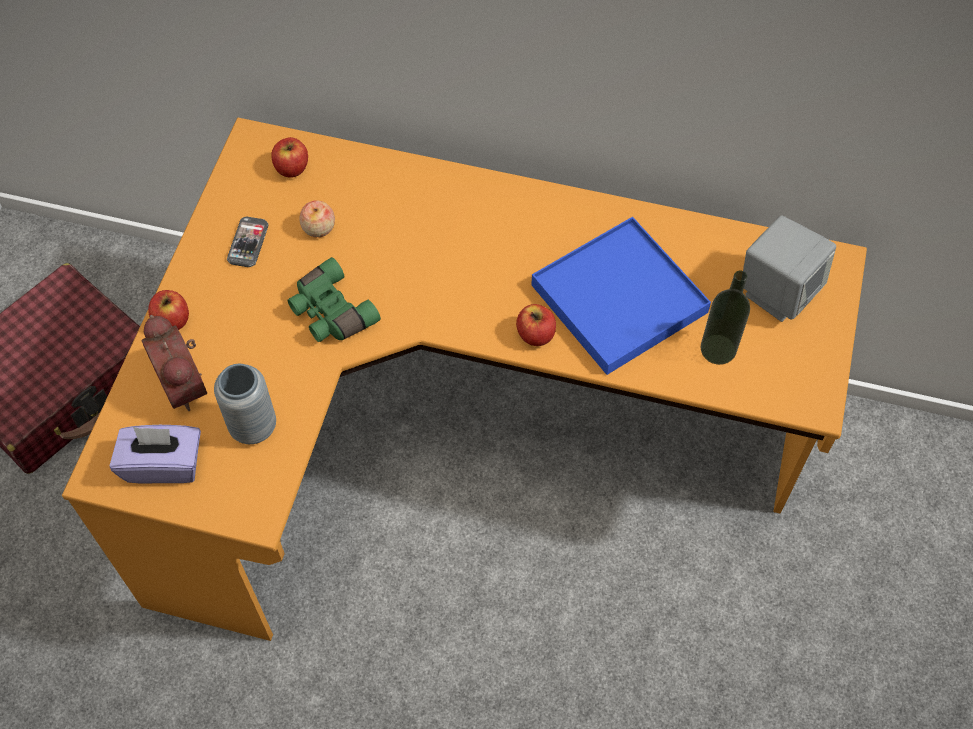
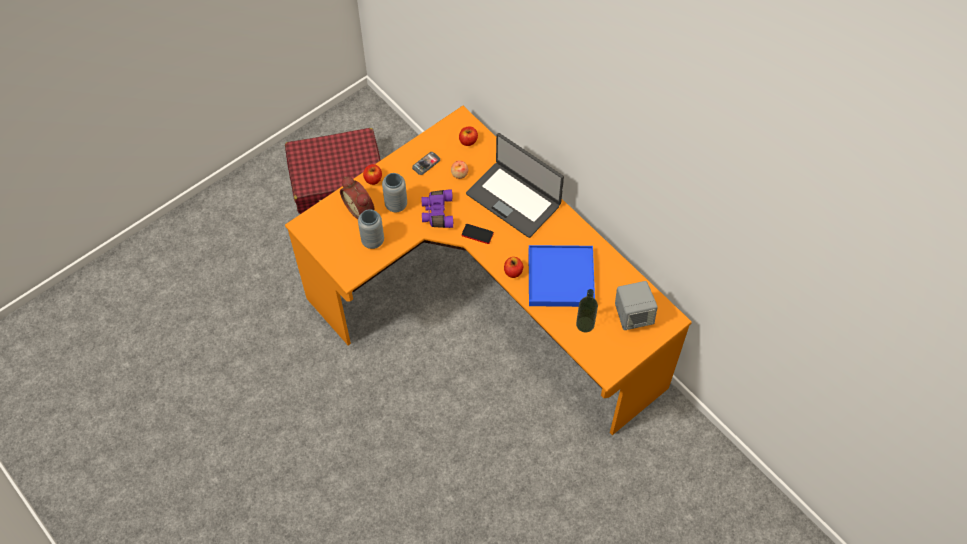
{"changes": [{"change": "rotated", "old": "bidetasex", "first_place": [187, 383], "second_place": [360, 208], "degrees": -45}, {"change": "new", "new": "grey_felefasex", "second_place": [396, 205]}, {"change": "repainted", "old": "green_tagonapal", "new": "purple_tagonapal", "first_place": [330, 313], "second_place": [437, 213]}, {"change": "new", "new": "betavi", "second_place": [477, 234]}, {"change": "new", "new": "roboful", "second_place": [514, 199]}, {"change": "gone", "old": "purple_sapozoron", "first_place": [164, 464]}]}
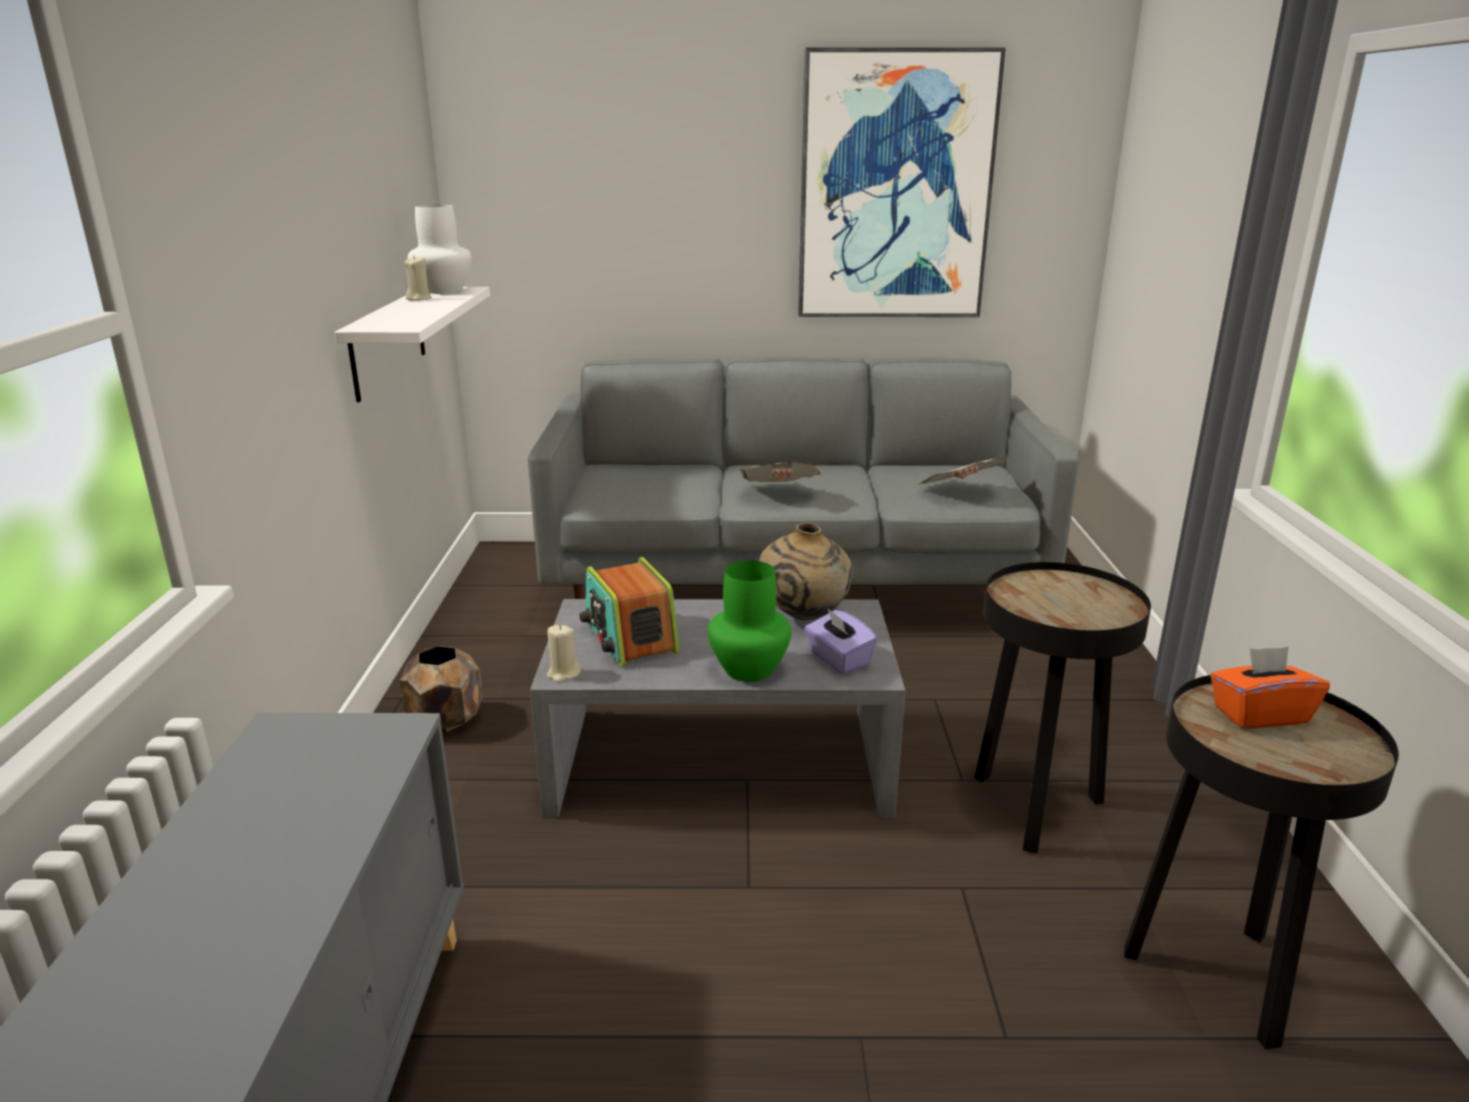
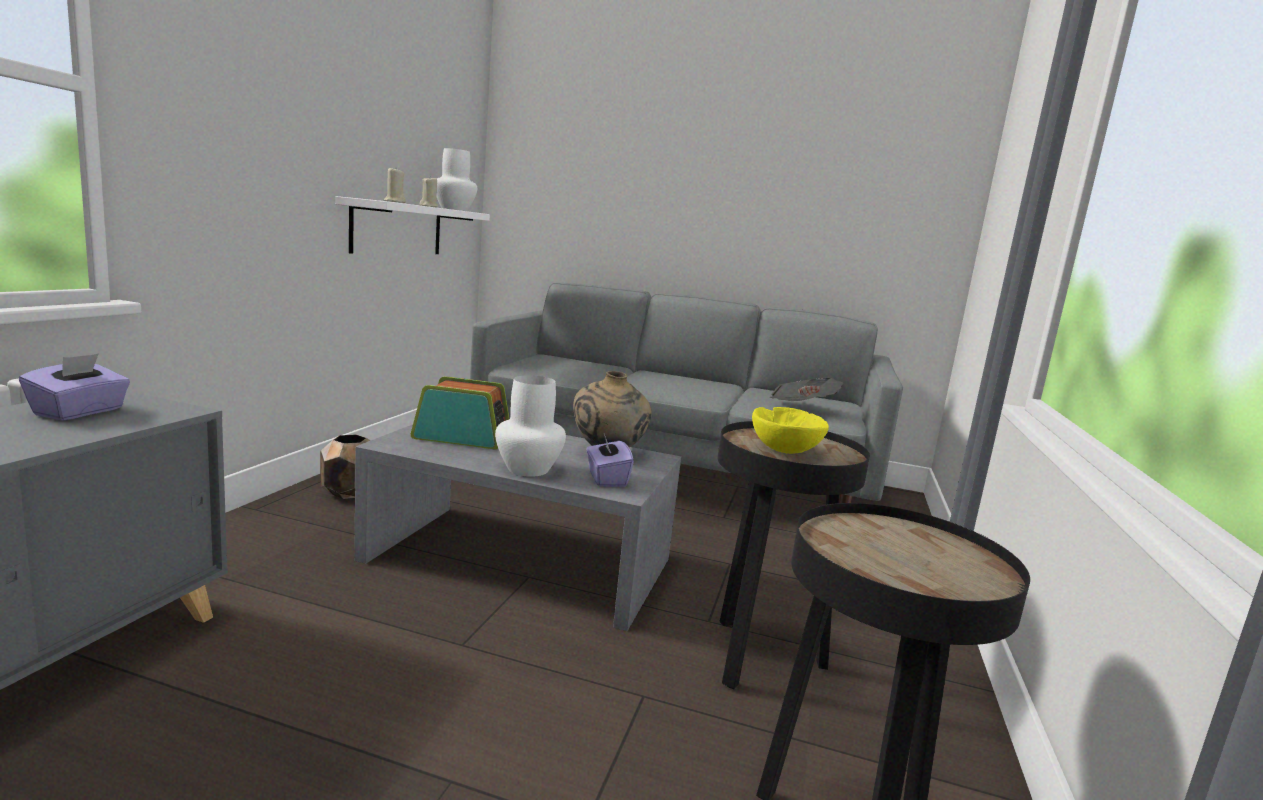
{"changes": [{"change": "new", "new": "purple_sapozoron", "second_place": [80, 412]}, {"change": "shifted", "old": "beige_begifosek", "first_place": [563, 673], "second_place": [394, 202]}, {"change": "rotated", "old": "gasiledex", "first_place": [629, 637], "second_place": [462, 437], "degrees": 105}, {"change": "repainted", "old": "green_felefasex", "new": "white_felefasex", "first_place": [749, 670], "second_place": [528, 470]}, {"change": "new", "new": "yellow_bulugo", "second_place": [784, 450]}, {"change": "gone", "old": "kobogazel", "first_place": [779, 494]}, {"change": "gone", "old": "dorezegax", "first_place": [894, 188]}, {"change": "gone", "old": "orange_sapozoron", "first_place": [1259, 714]}]}
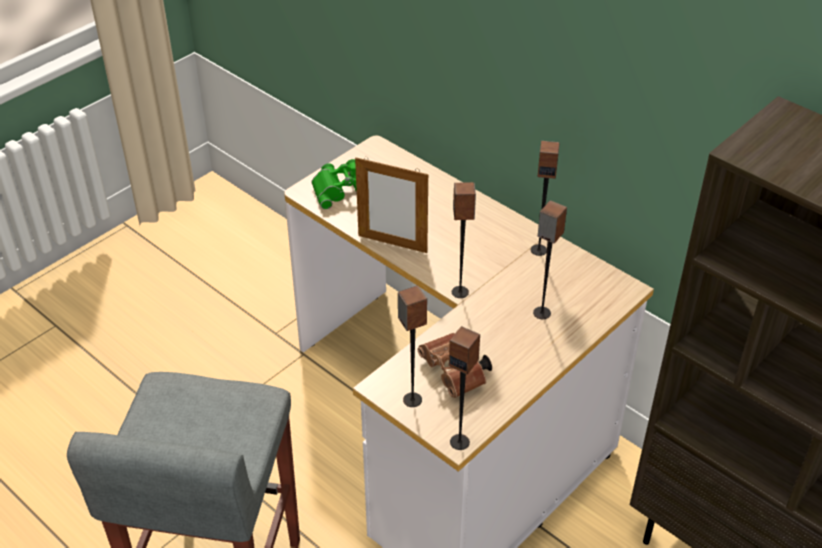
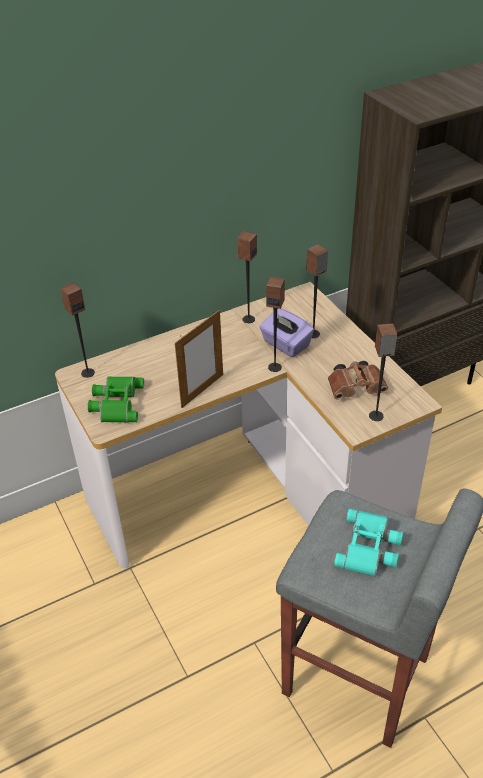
{"changes": [{"change": "shifted", "old": "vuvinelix", "first_place": [460, 442], "second_place": [87, 373]}, {"change": "new", "new": "purple_sapozoron", "second_place": [285, 344]}, {"change": "new", "new": "turquoise_tagonapal", "second_place": [370, 548]}]}
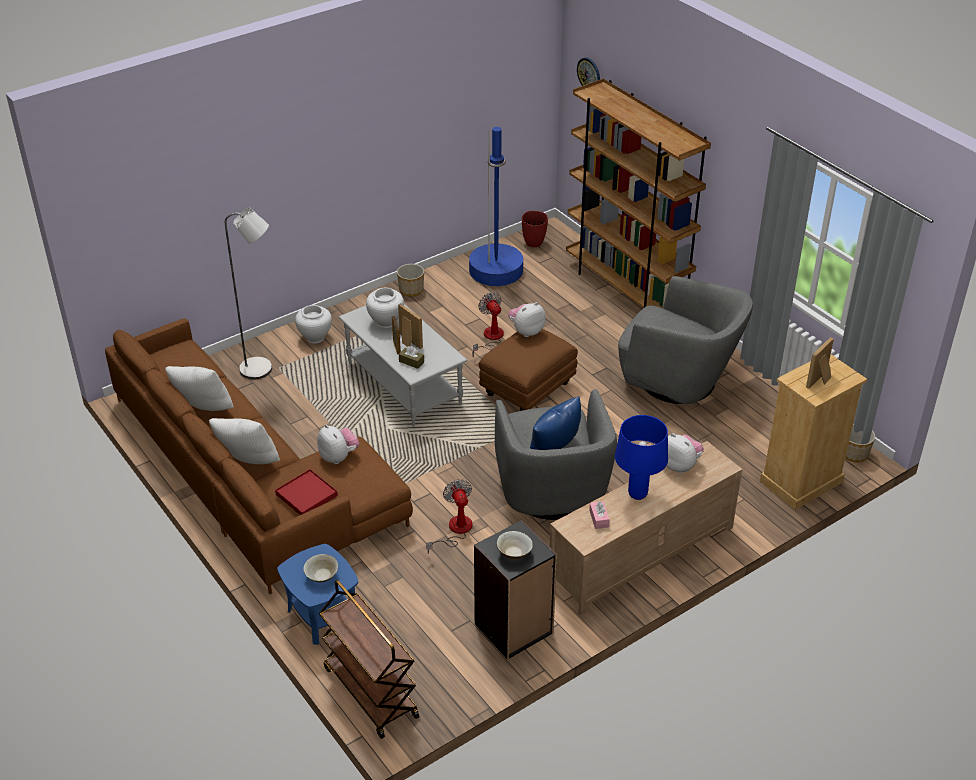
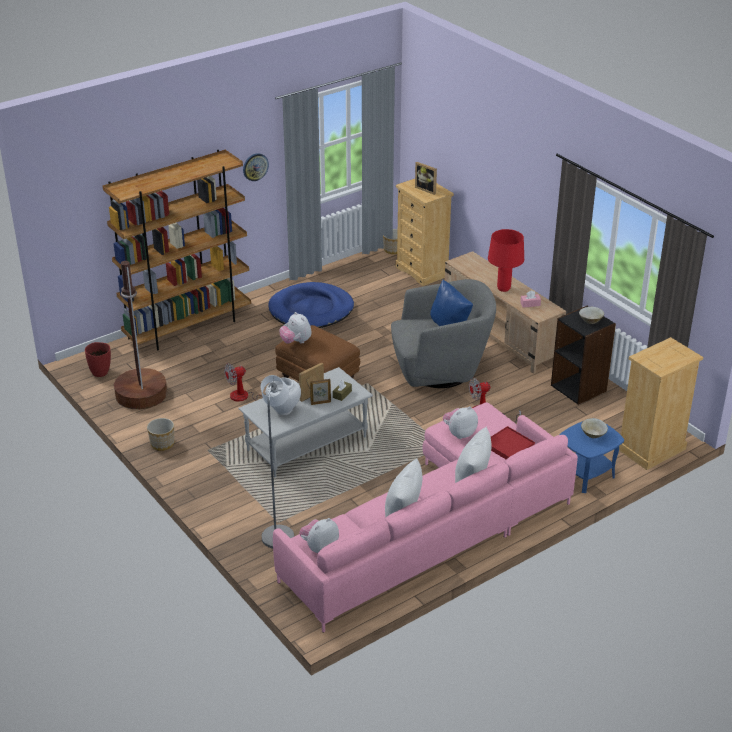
{"changes": [{"change": "repainted", "old": "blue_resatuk", "new": "brown_resatuk", "first_place": [496, 270], "second_place": [141, 394]}, {"change": "shifted", "old": "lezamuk", "first_place": [589, 74], "second_place": [255, 167]}, {"change": "swapped", "old": "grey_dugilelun", "new": "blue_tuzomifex", "first_place": [679, 381], "second_place": [311, 310]}, {"change": "repainted", "old": "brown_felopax", "new": "pink_felopax", "first_place": [250, 478], "second_place": [435, 527]}, {"change": "shifted", "old": "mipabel", "first_place": [680, 465], "second_place": [319, 547]}, {"change": "repainted", "old": "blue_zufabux", "new": "red_zufabux", "first_place": [637, 494], "second_place": [504, 289]}, {"change": "swapped", "old": "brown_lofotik", "new": "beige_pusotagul", "first_place": [370, 692], "second_place": [651, 449]}, {"change": "gone", "old": "white_felefasex", "first_place": [315, 338]}]}
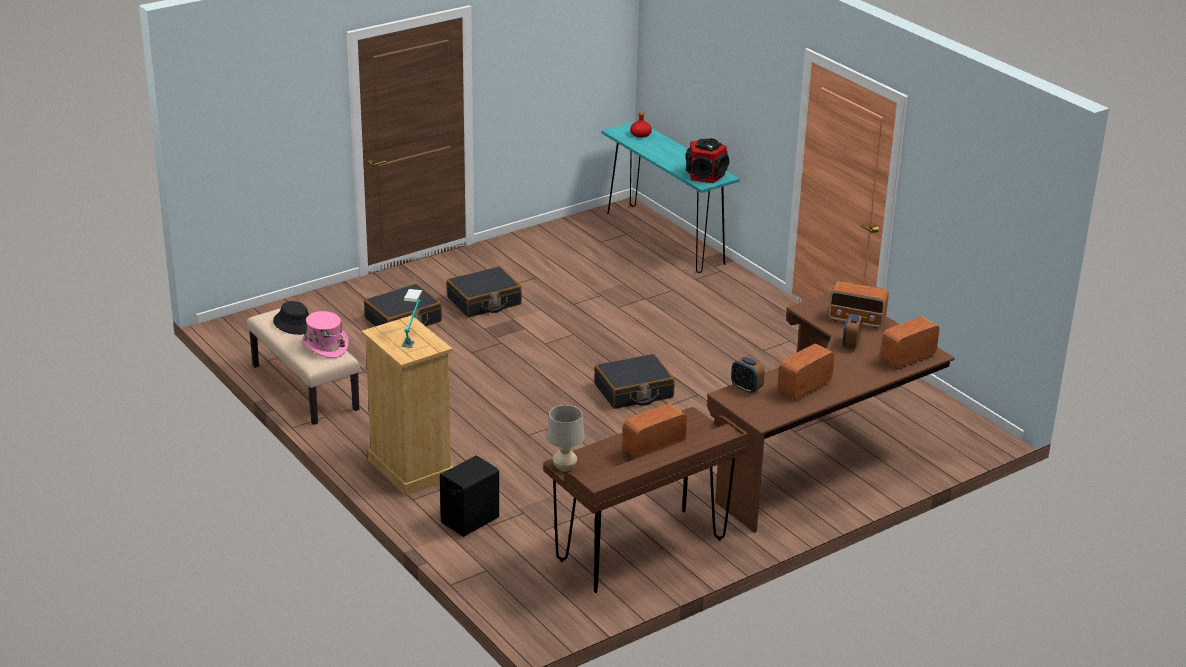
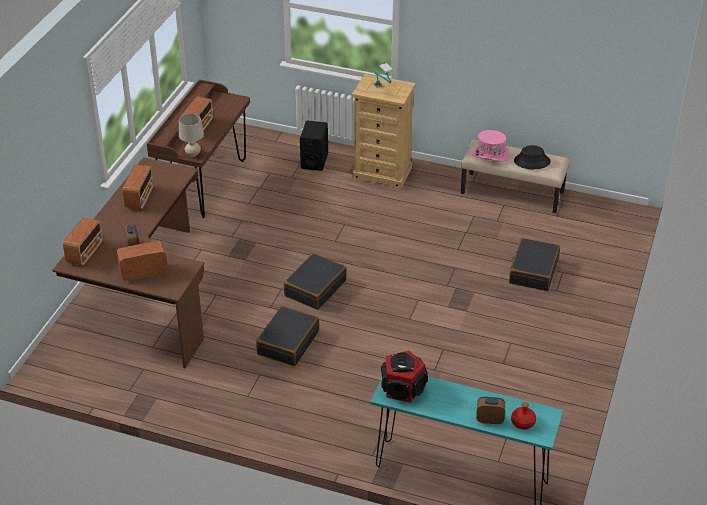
{"changes": [{"change": "shifted", "old": "beige_zufabux", "first_place": [564, 467], "second_place": [193, 154]}, {"change": "shifted", "old": "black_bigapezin", "first_place": [484, 302], "second_place": [287, 343]}, {"change": "shifted", "old": "bidetasex", "first_place": [746, 388], "second_place": [489, 419]}]}
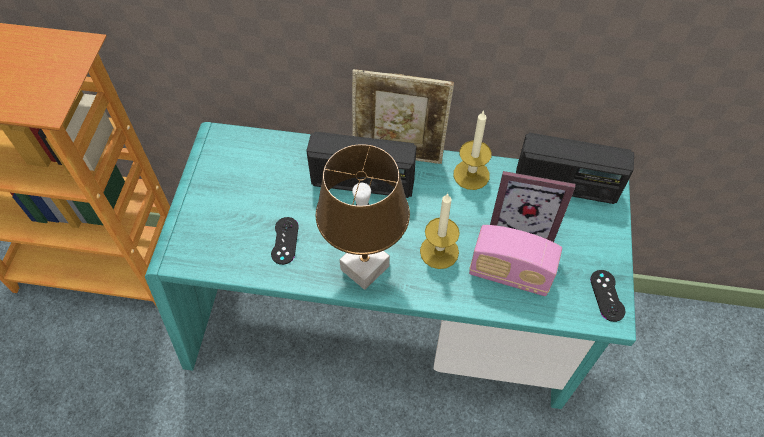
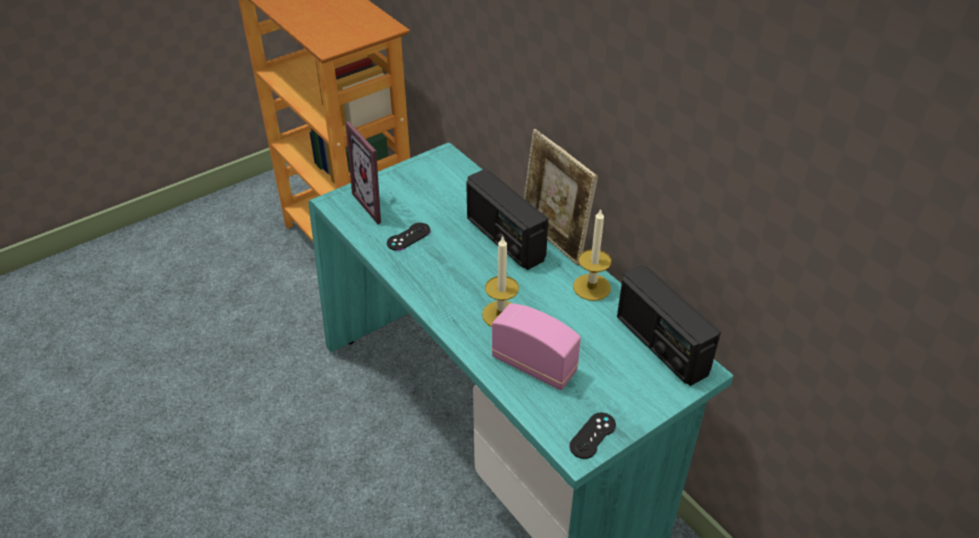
{"changes": [{"change": "shifted", "old": "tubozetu", "first_place": [522, 223], "second_place": [379, 203]}, {"change": "rotated", "old": "gasiledex", "first_place": [510, 274], "second_place": [534, 365], "degrees": 150}, {"change": "gone", "old": "brown_zufabux", "first_place": [365, 267]}]}
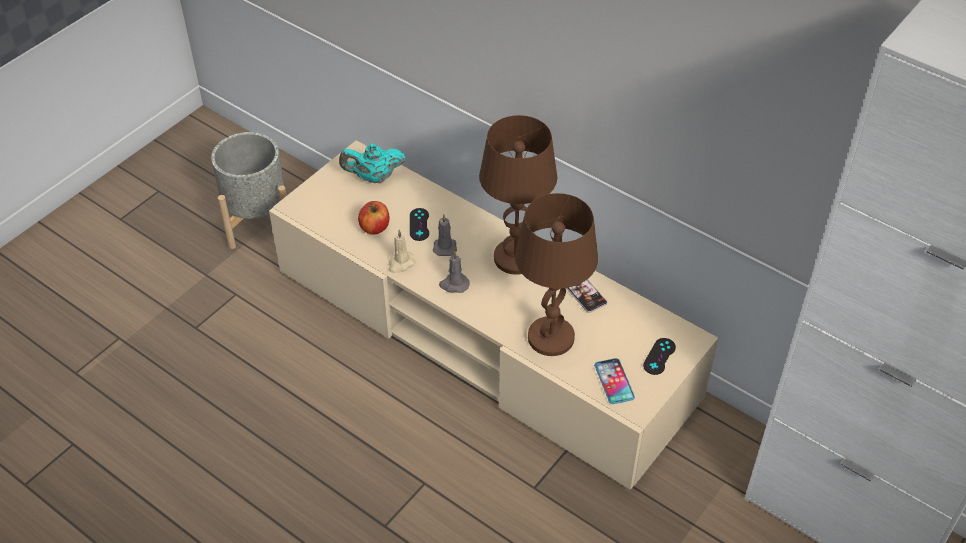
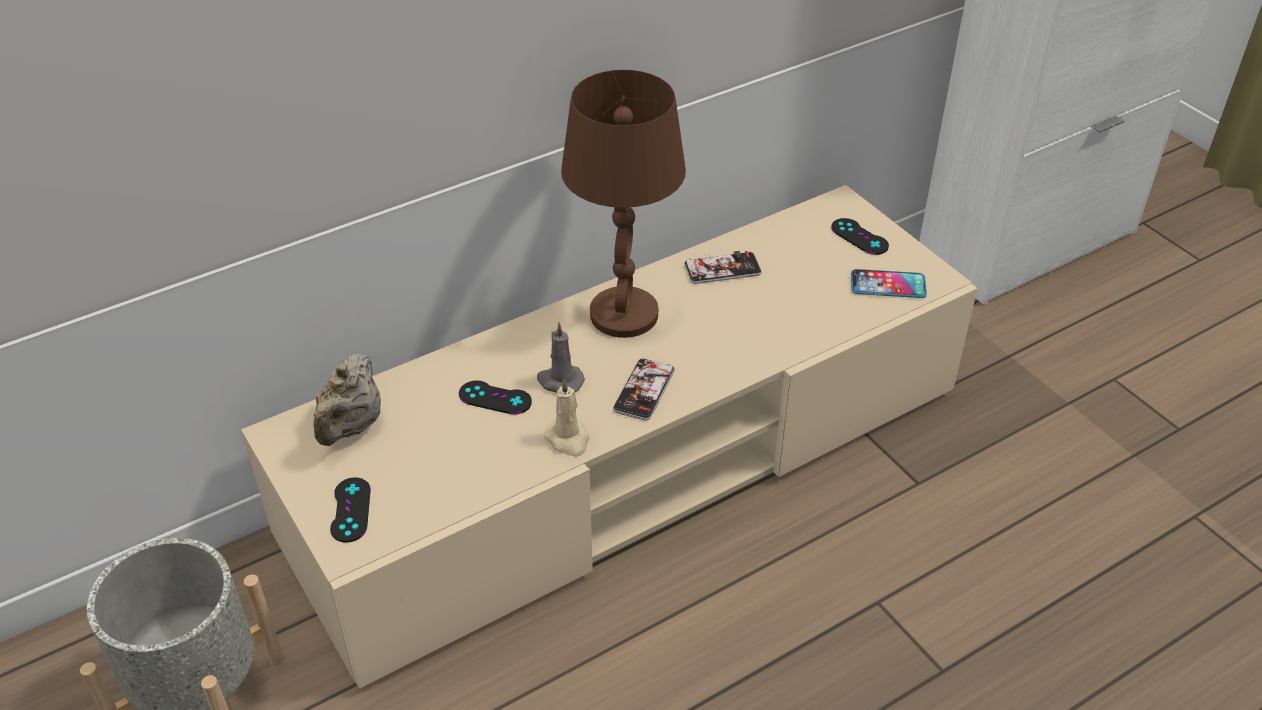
{"changes": [{"change": "repainted", "old": "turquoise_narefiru", "new": "beige_narefiru", "first_place": [374, 177], "second_place": [351, 427]}, {"change": "new", "new": "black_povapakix", "second_place": [350, 510]}, {"change": "swapped", "old": "grey_begifosek", "new": "betavi", "first_place": [454, 284], "second_place": [644, 390]}, {"change": "gone", "old": "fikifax", "first_place": [375, 227]}, {"change": "gone", "old": "brown_zufabux", "first_place": [551, 338]}]}
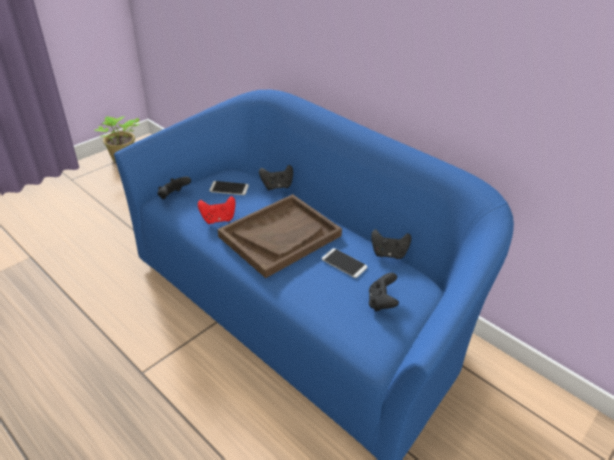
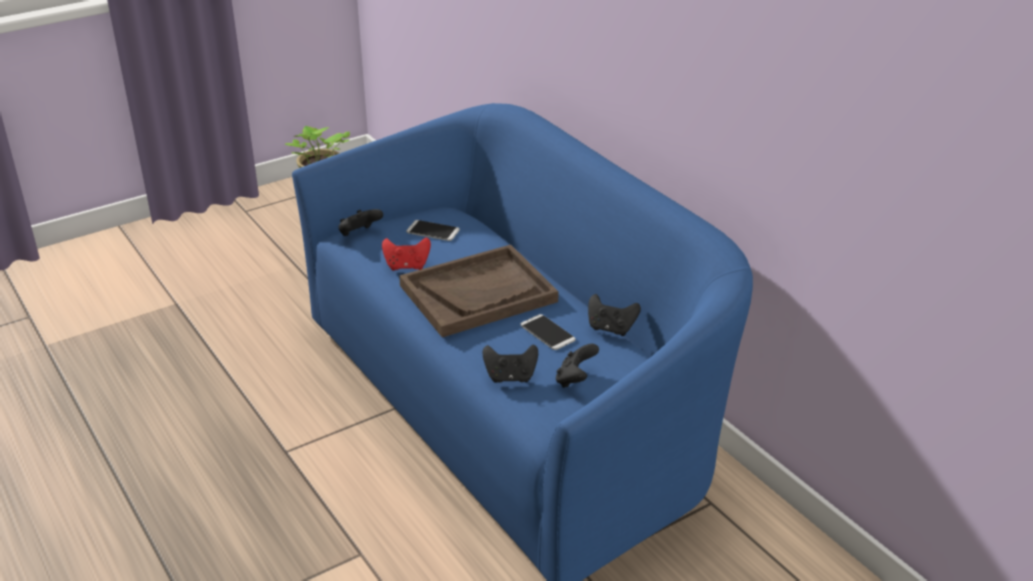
{"changes": [{"change": "shifted", "old": "black_povapakix", "first_place": [277, 186], "second_place": [510, 377]}]}
